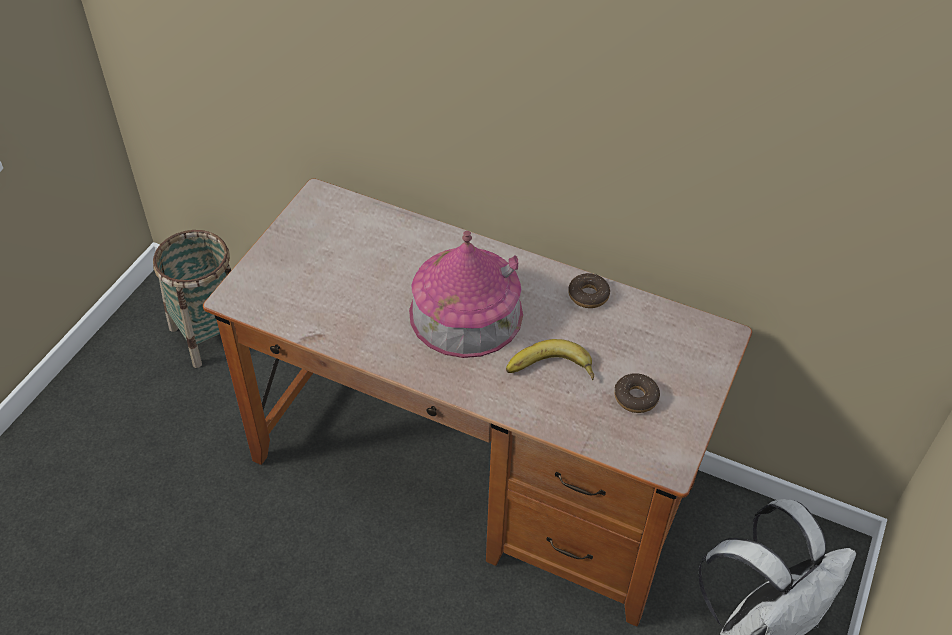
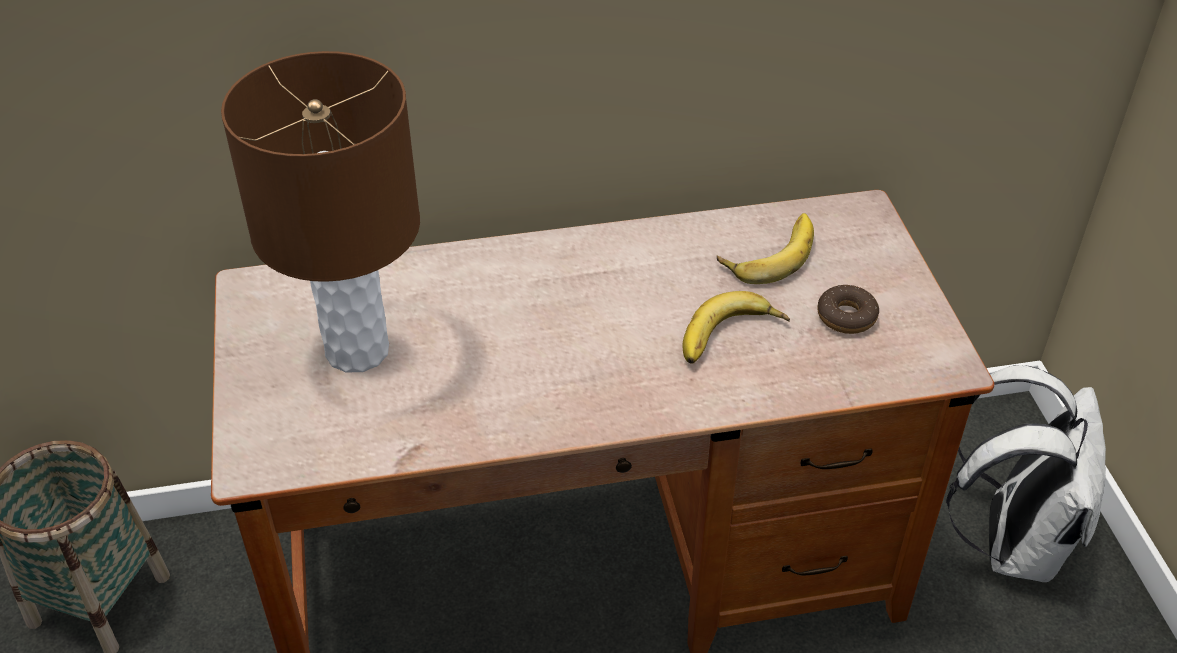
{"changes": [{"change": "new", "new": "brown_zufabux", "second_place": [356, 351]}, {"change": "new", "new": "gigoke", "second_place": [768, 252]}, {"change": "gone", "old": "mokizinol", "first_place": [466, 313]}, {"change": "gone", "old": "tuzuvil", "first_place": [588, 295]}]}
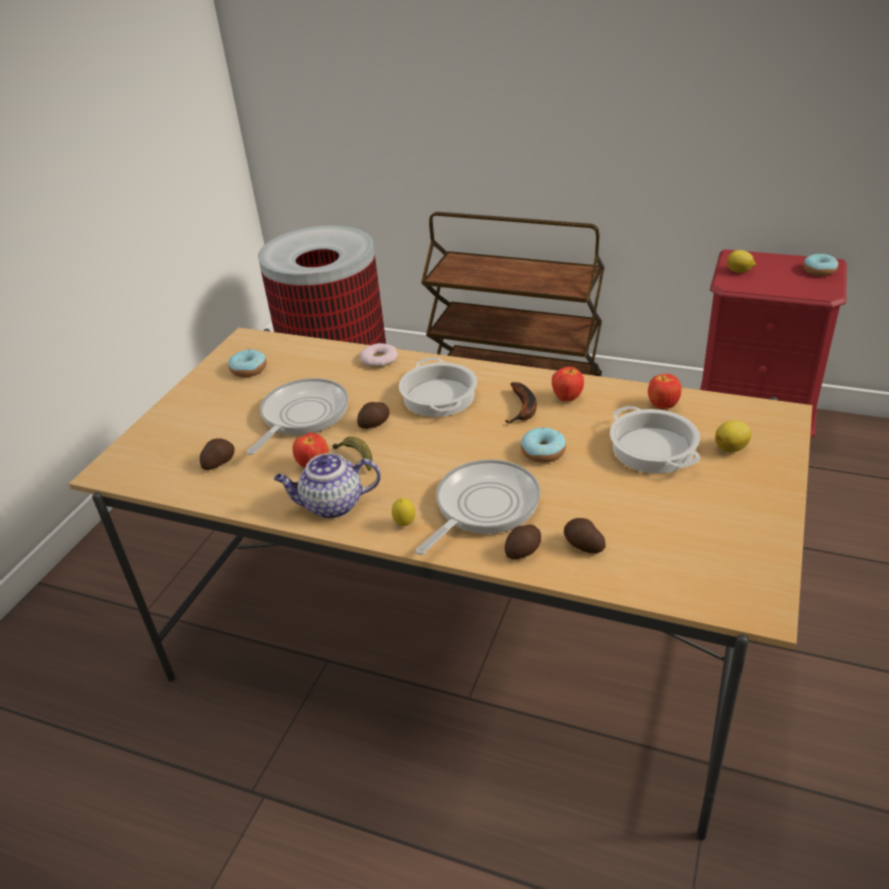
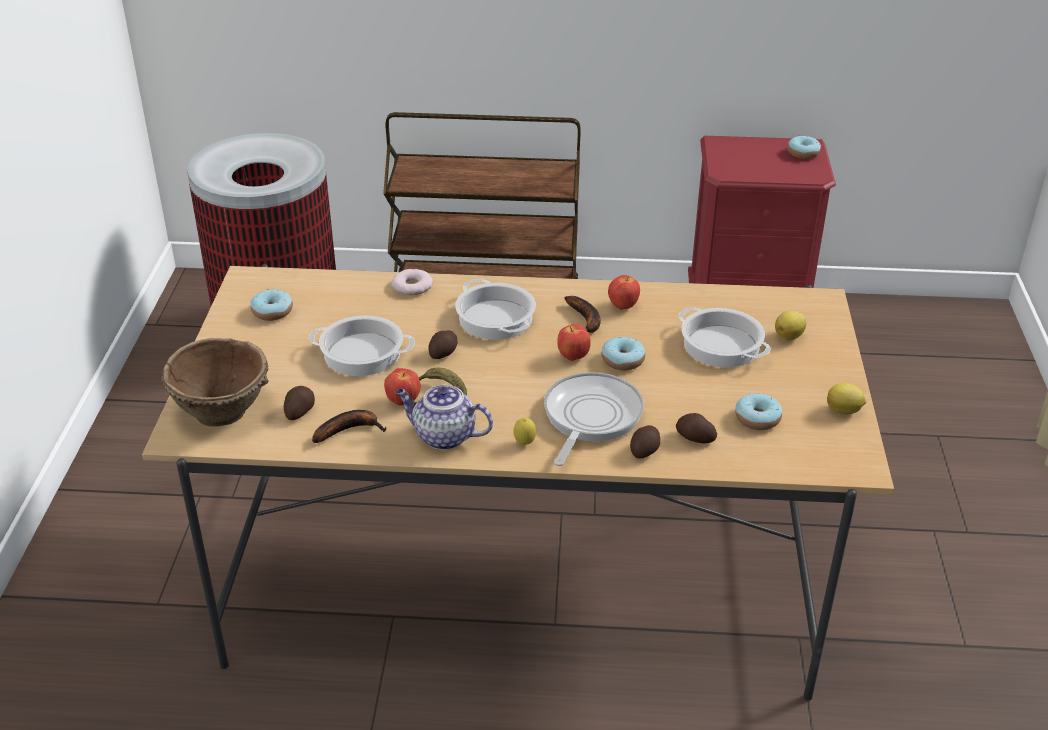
{"changes": [{"change": "new", "new": "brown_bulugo", "second_place": [223, 411]}, {"change": "swapped", "old": "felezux", "new": "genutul", "first_place": [301, 416], "second_place": [361, 354]}, {"change": "new", "new": "gigoke", "second_place": [349, 429]}, {"change": "rotated", "old": "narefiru", "first_place": [331, 505], "second_place": [443, 436], "degrees": 45}, {"change": "shifted", "old": "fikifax", "first_place": [663, 406], "second_place": [573, 357]}, {"change": "new", "new": "tuzuvil", "second_place": [757, 419]}, {"change": "shifted", "old": "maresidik", "first_place": [739, 271], "second_place": [844, 411]}]}
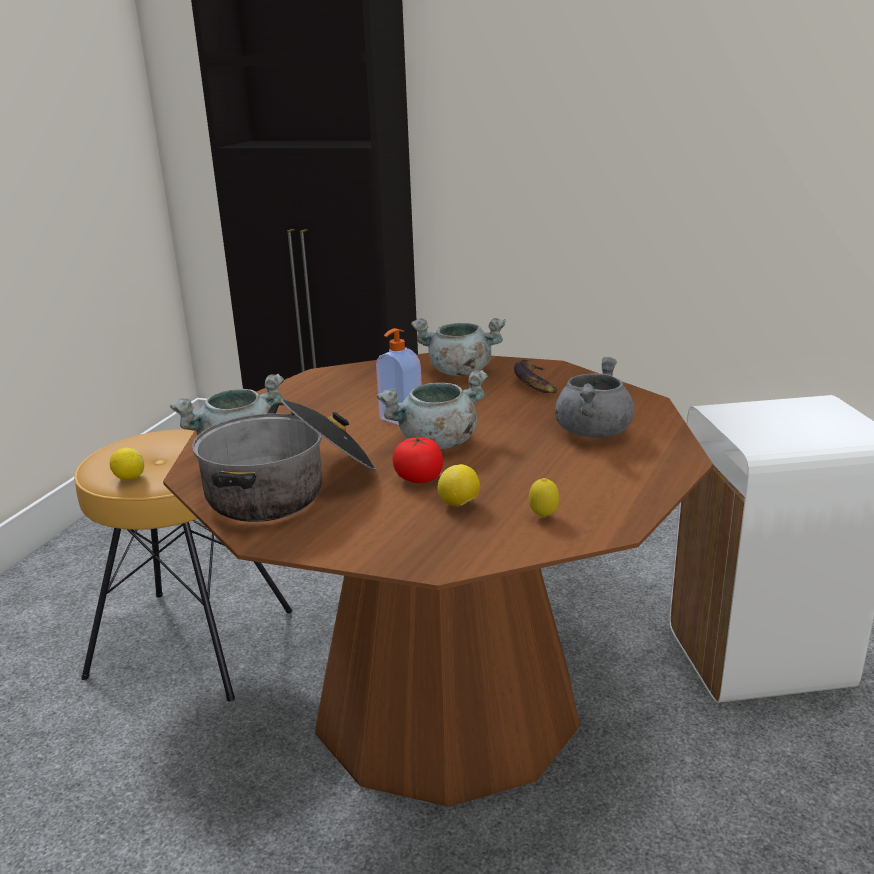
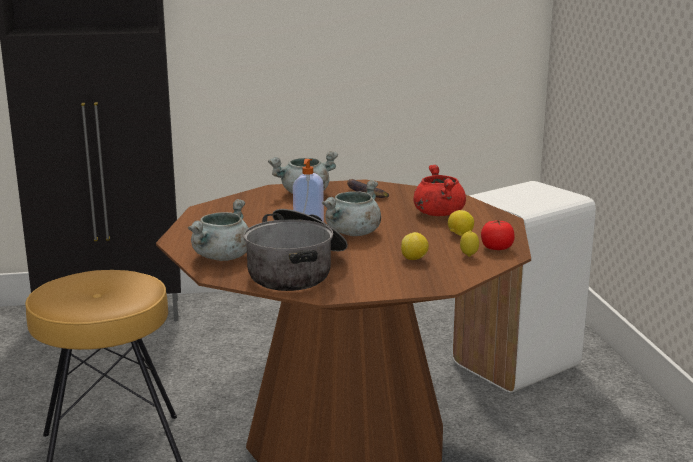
{"changes": [{"change": "repainted", "old": "grey_genutul", "new": "red_genutul", "first_place": [592, 431], "second_place": [438, 213]}, {"change": "shifted", "old": "maresidik", "first_place": [129, 478], "second_place": [460, 235]}, {"change": "shifted", "old": "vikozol", "first_place": [419, 479], "second_place": [496, 248]}]}
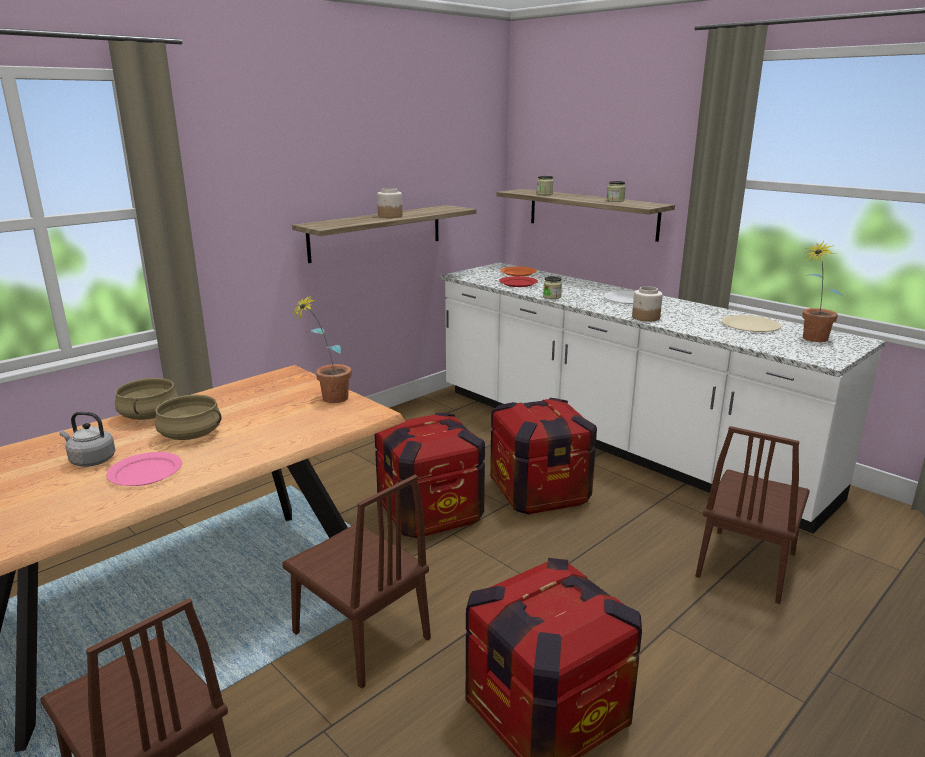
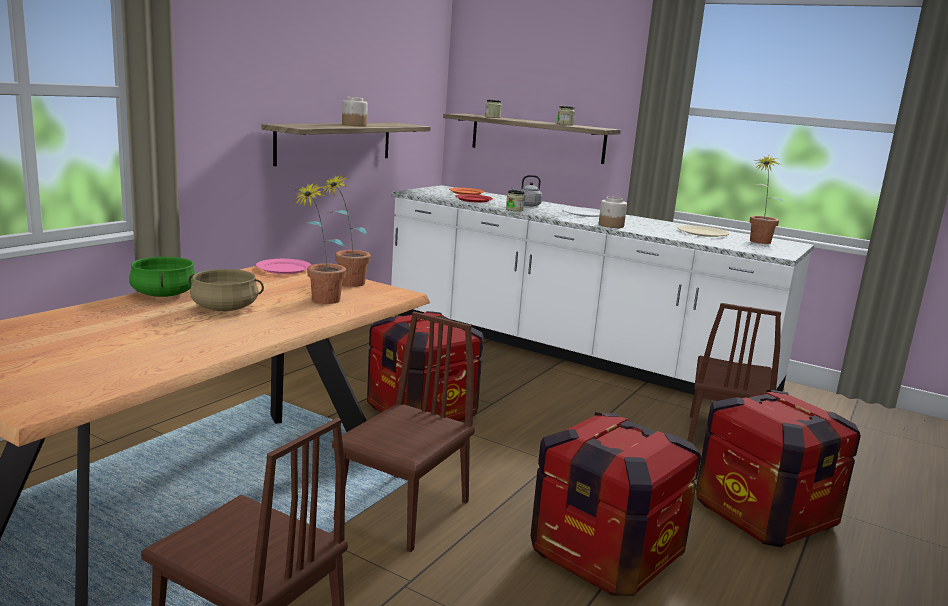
{"changes": [{"change": "repainted", "old": "beige_genutul", "new": "green_genutul", "first_place": [150, 415], "second_place": [164, 294]}, {"change": "shifted", "old": "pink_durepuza", "first_place": [145, 472], "second_place": [284, 269]}, {"change": "new", "new": "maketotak", "second_place": [319, 301]}, {"change": "rotated", "old": "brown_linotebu", "first_place": [361, 635], "second_place": [403, 511], "degrees": -90}, {"change": "shifted", "old": "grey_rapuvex", "first_place": [91, 460], "second_place": [527, 205]}, {"change": "shifted", "old": "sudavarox", "first_place": [539, 492], "second_place": [763, 514]}]}
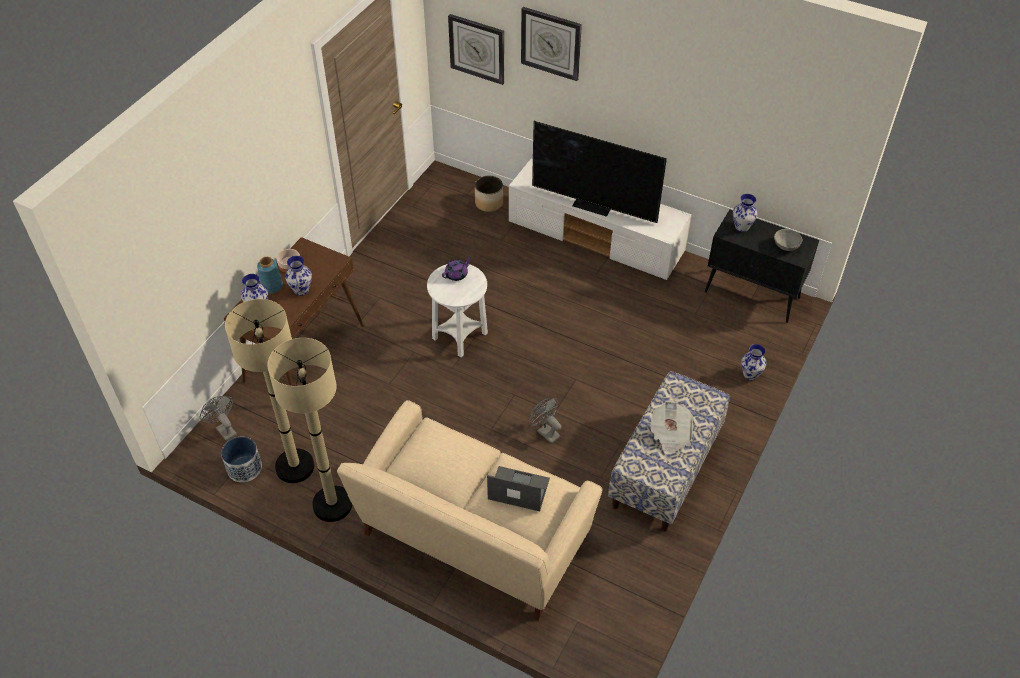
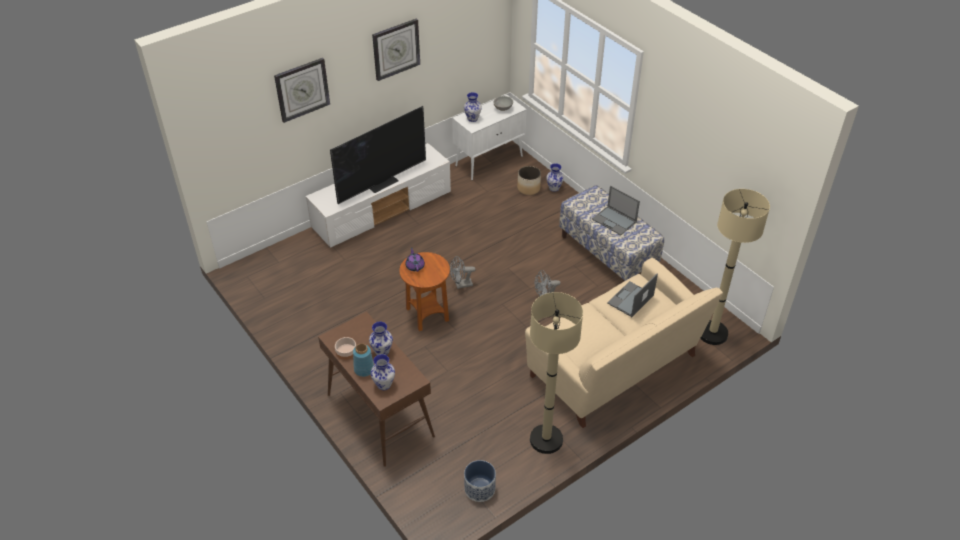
{"changes": [{"change": "shifted", "old": "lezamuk", "first_place": [477, 48], "second_place": [396, 49]}, {"change": "repainted", "old": "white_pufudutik", "new": "brown_pufudutik", "first_place": [460, 336], "second_place": [427, 315]}, {"change": "shifted", "old": "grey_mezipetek", "first_place": [224, 429], "second_place": [461, 285]}, {"change": "repainted", "old": "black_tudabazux", "new": "white_tudabazux", "first_place": [753, 295], "second_place": [489, 161]}, {"change": "shifted", "old": "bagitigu", "first_place": [489, 203], "second_place": [528, 188]}, {"change": "swapped", "old": "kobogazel", "new": "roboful", "first_place": [670, 435], "second_place": [614, 221]}, {"change": "shifted", "old": "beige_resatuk", "first_place": [295, 466], "second_place": [712, 333]}]}
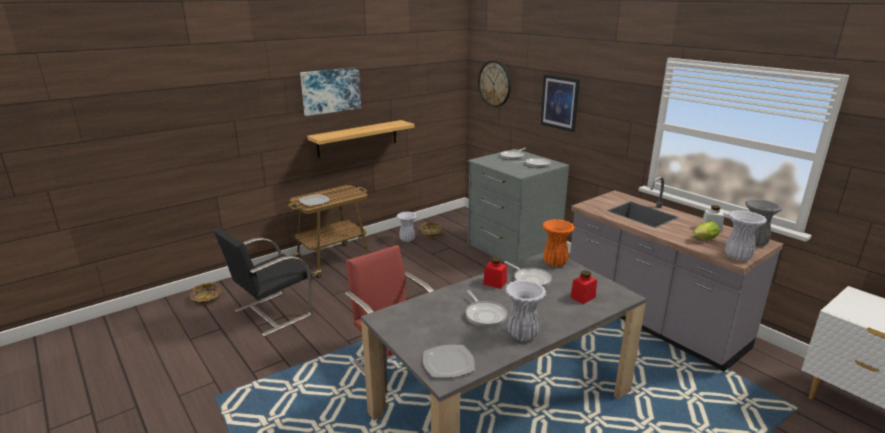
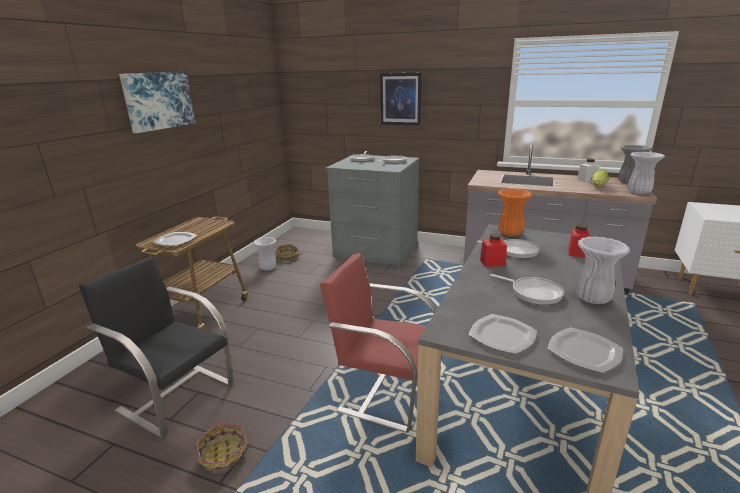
{"changes": [{"change": "rotated", "old": "black_linotebu", "first_place": [271, 313], "second_place": [176, 395], "degrees": 105}, {"change": "shifted", "old": "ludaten", "first_place": [206, 299], "second_place": [223, 455]}, {"change": "new", "new": "durepuza", "second_place": [501, 336]}, {"change": "gone", "old": "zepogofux", "first_place": [357, 138]}, {"change": "gone", "old": "lezamuk", "first_place": [495, 83]}]}
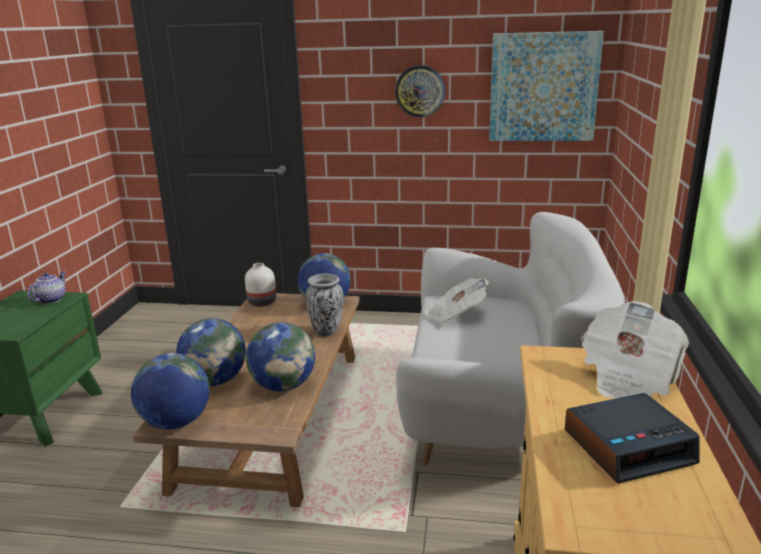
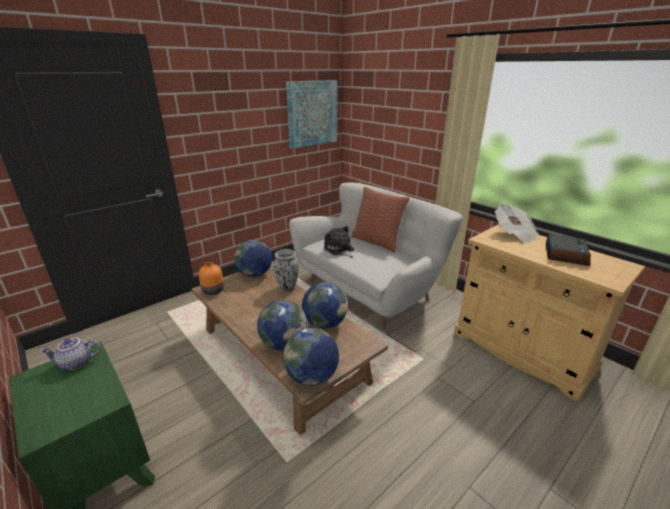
{"changes": [{"change": "rotated", "old": "narefiru", "first_place": [50, 299], "second_place": [76, 363], "degrees": -75}, {"change": "repainted", "old": "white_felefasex", "new": "orange_felefasex", "first_place": [262, 303], "second_place": [213, 291]}, {"change": "swapped", "old": "kobogazel", "new": "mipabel", "first_place": [455, 315], "second_place": [339, 250]}, {"change": "new", "new": "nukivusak", "second_place": [377, 241]}, {"change": "gone", "old": "lezamuk", "first_place": [420, 91]}]}
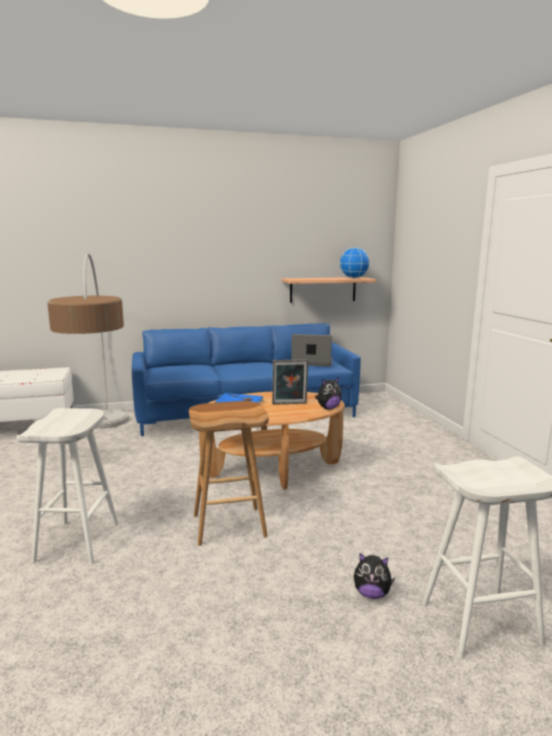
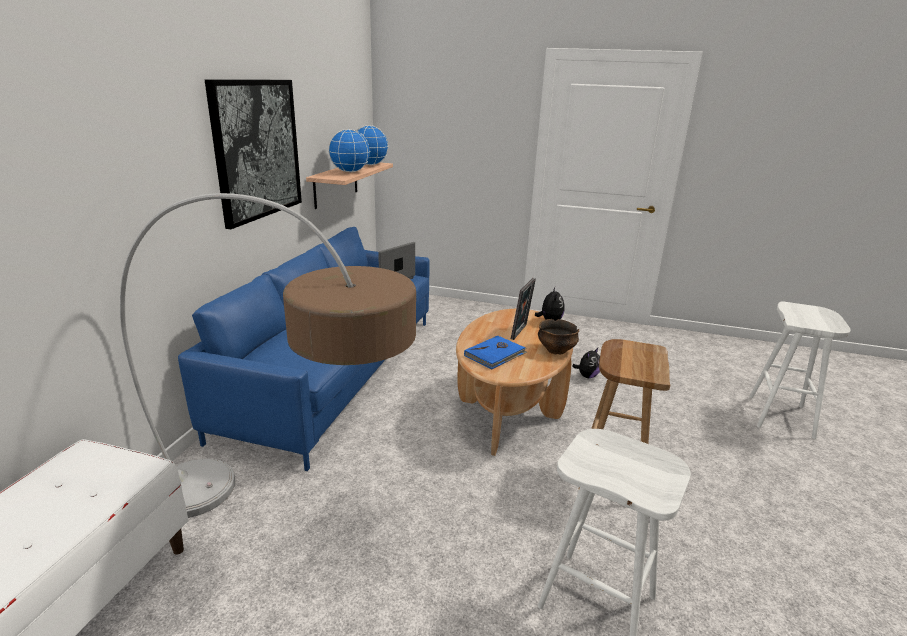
{"changes": [{"change": "new", "new": "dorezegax", "second_place": [257, 150]}, {"change": "new", "new": "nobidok", "second_place": [350, 172]}, {"change": "new", "new": "bulugo", "second_place": [556, 350]}, {"change": "shifted", "old": "mipabel", "first_place": [371, 594], "second_place": [587, 376]}]}
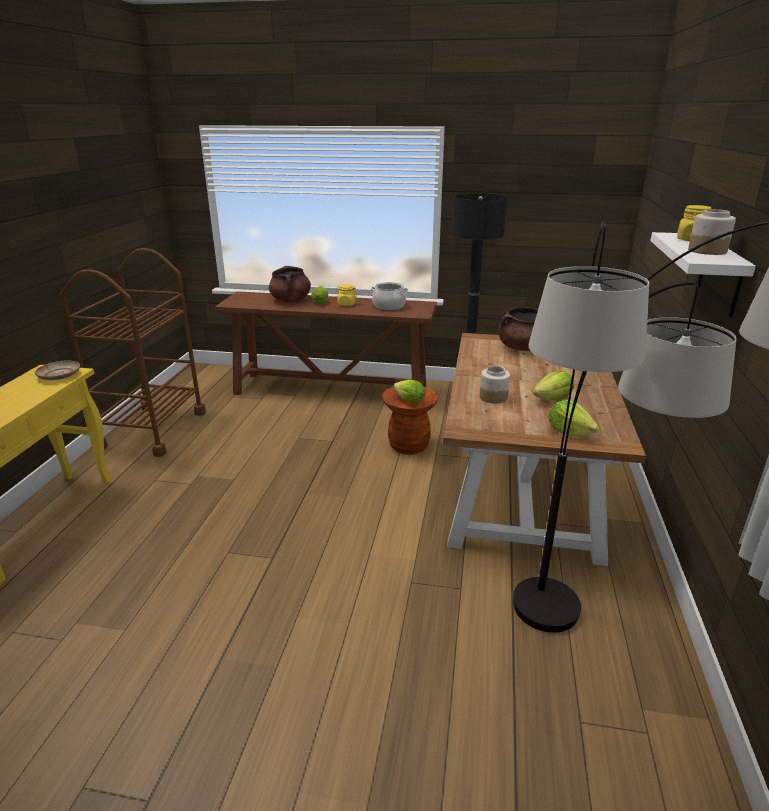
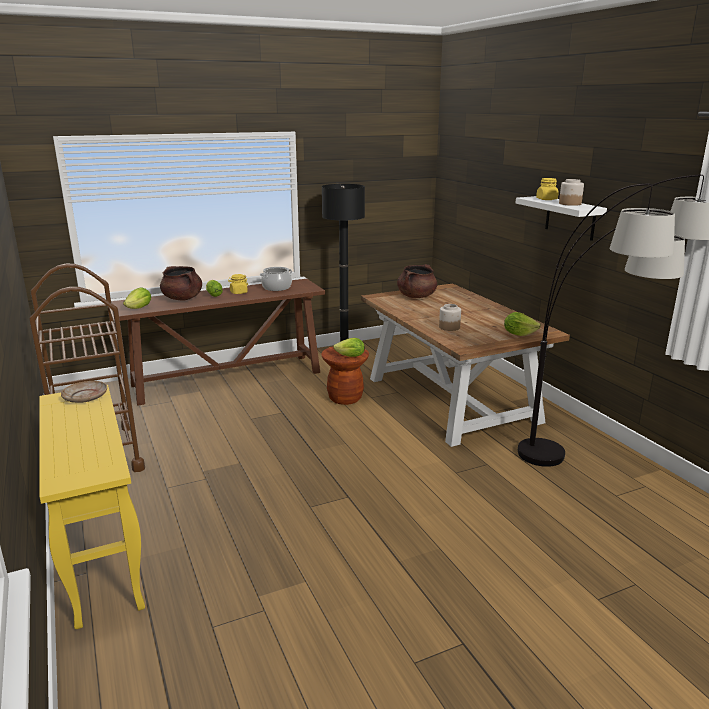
{"changes": [{"change": "shifted", "old": "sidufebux", "first_place": [553, 399], "second_place": [139, 308]}]}
